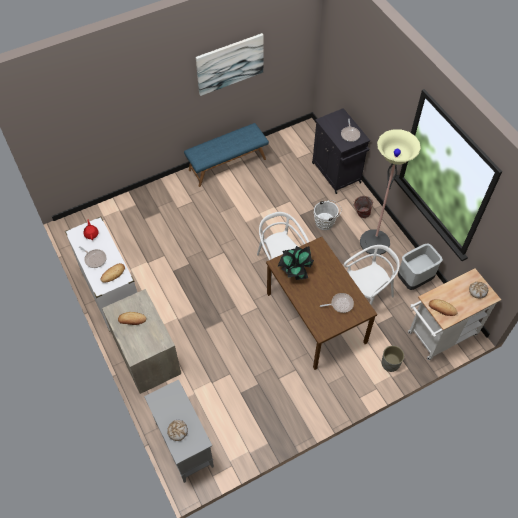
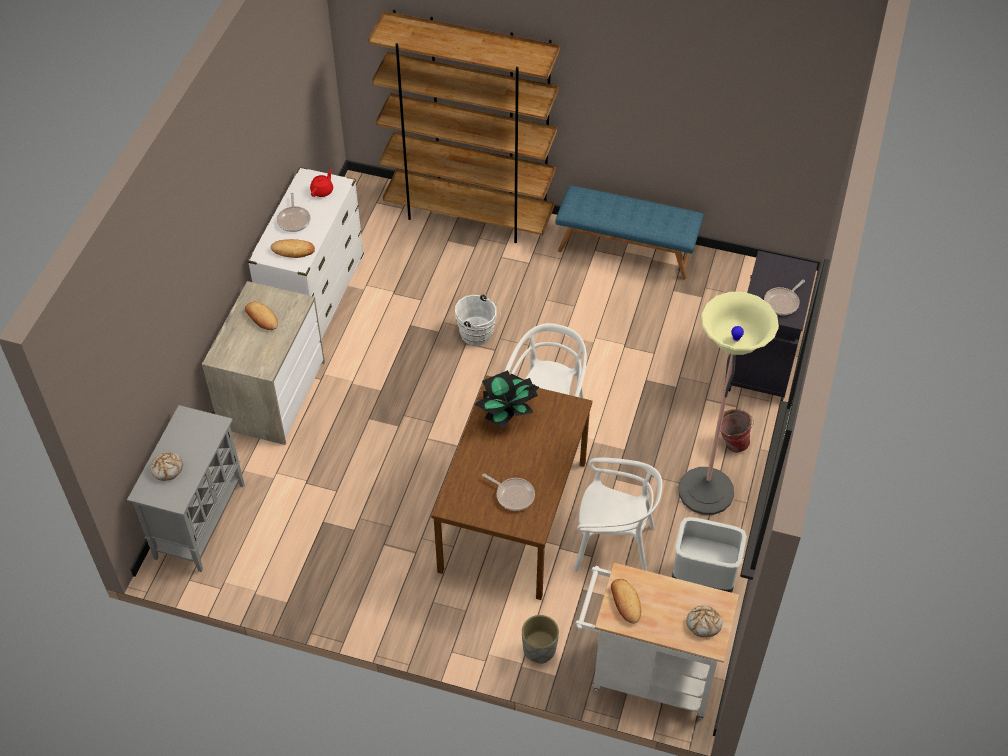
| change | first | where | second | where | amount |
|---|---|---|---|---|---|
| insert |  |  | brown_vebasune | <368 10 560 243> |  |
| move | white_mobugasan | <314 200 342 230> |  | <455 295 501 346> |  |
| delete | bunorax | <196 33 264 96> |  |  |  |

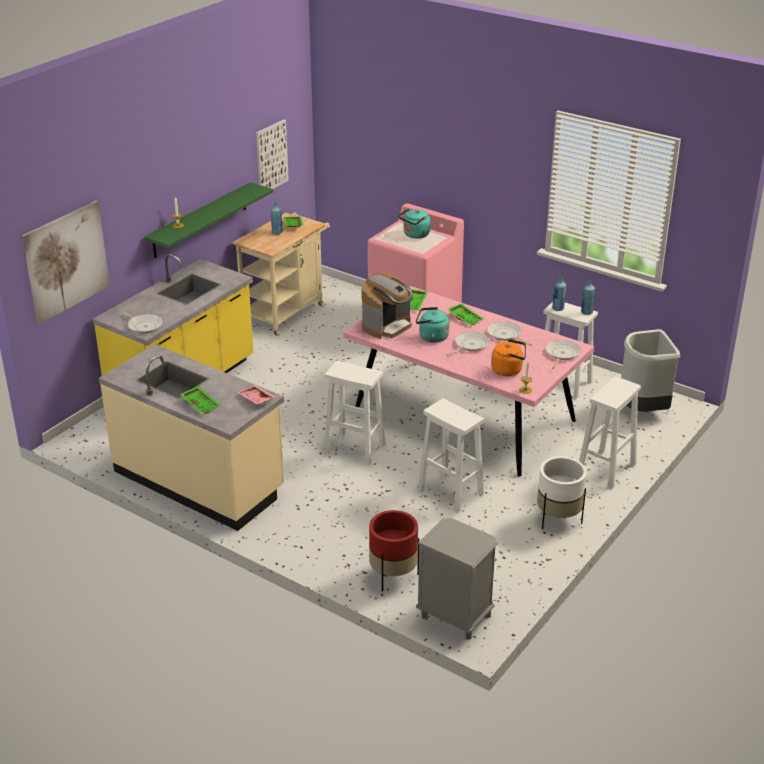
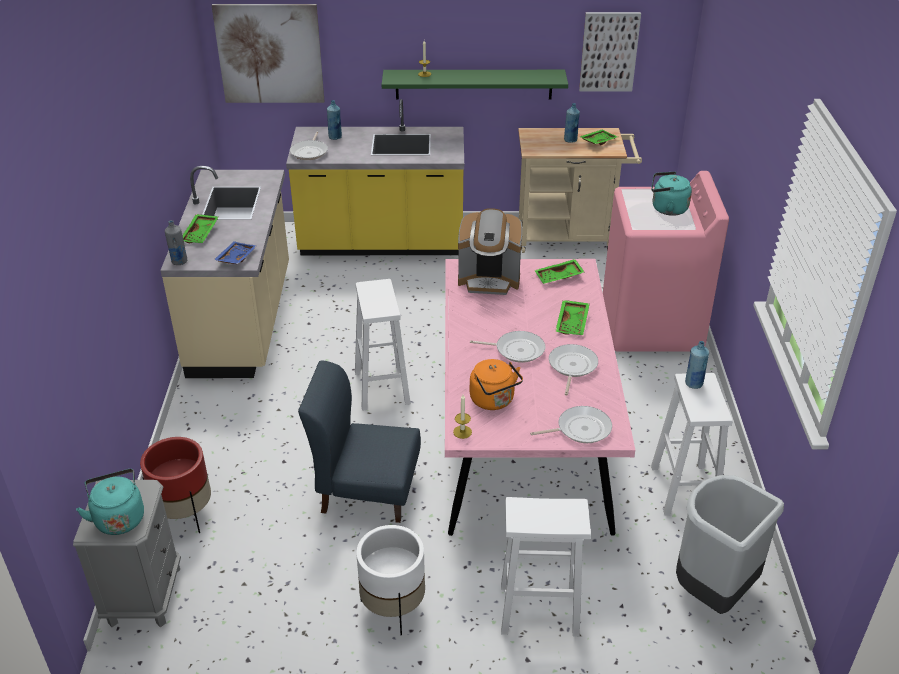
| change | first | where | second | where | amount |
|---|---|---|---|---|---|
| move | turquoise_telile | <416 307 449 343> |  | <76 469 144 535> |  |
| insert |  |  | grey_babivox | <165 220 187 265> |  |
| recolor | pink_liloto | <237 385 276 404> | blue_liloto | <214 241 257 264> |  |
| replace | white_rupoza | <418 398 484 513> | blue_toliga | <298 360 421 523> |  |
| move | blue_babivox | <581 280 595 315> |  | <327 100 342 140> |  |

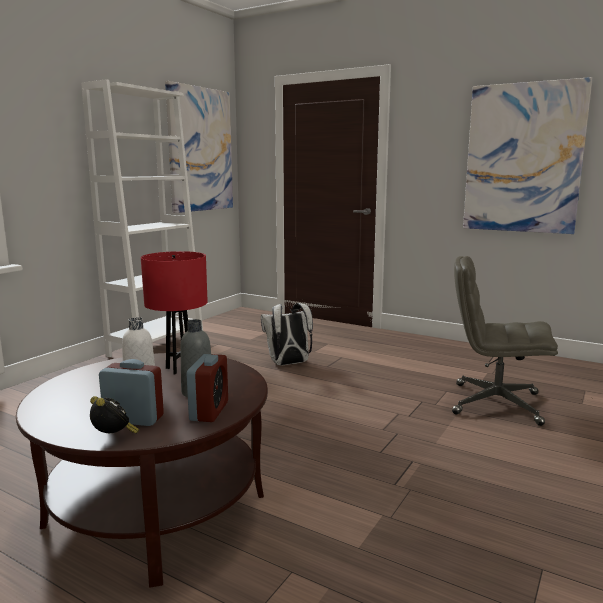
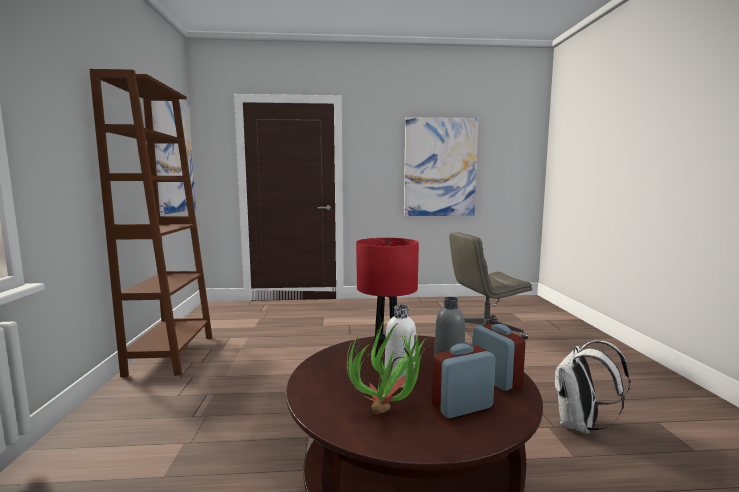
| change | first | where | second | where | amount |
|---|---|---|---|---|---|
| recolor | white_vebasune | <81 79 203 357> | brown_vebasune | <90 69 212 377> |  |
| insert |  |  | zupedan | <347 319 427 414> |  |
| move | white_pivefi | <261 303 313 366> |  | <554 340 631 434> |  |
| delete | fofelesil | <90 396 139 434> |  |  |  |

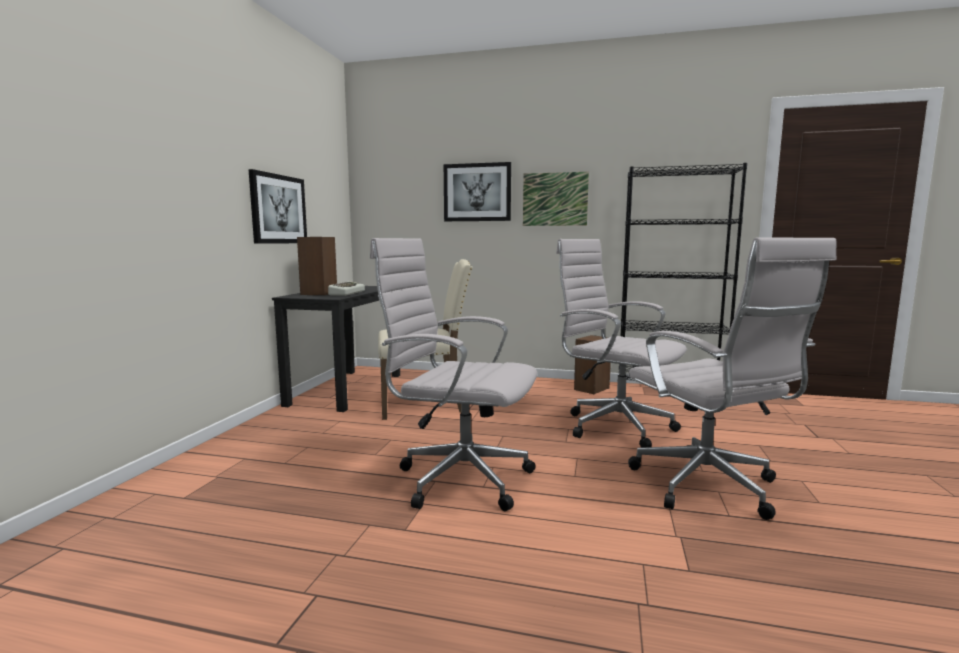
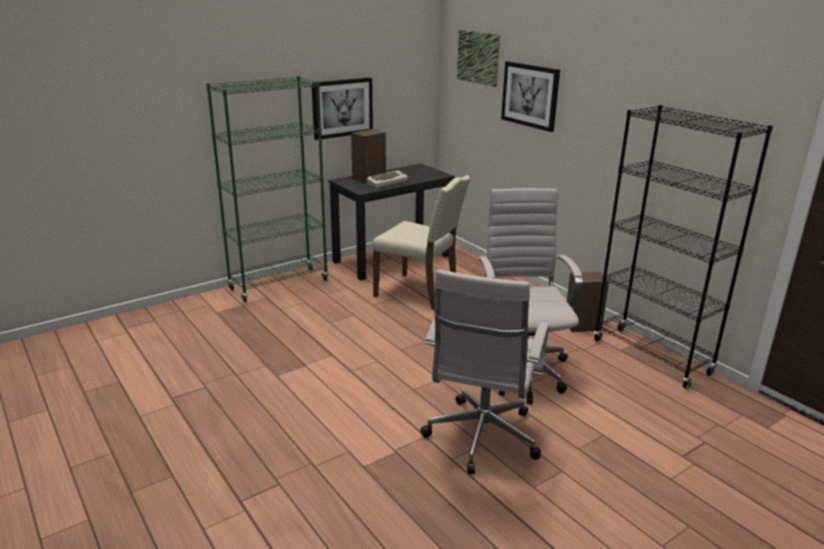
| change | first | where | second | where | amount |
|---|---|---|---|---|---|
| insert |  |  | green_vebasune | <206 76 328 302> |  |
| move | bunorax | <523 172 589 226> |  | <457 30 500 87> |  |
| delete | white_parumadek | <370 238 537 511> |  |  |  |

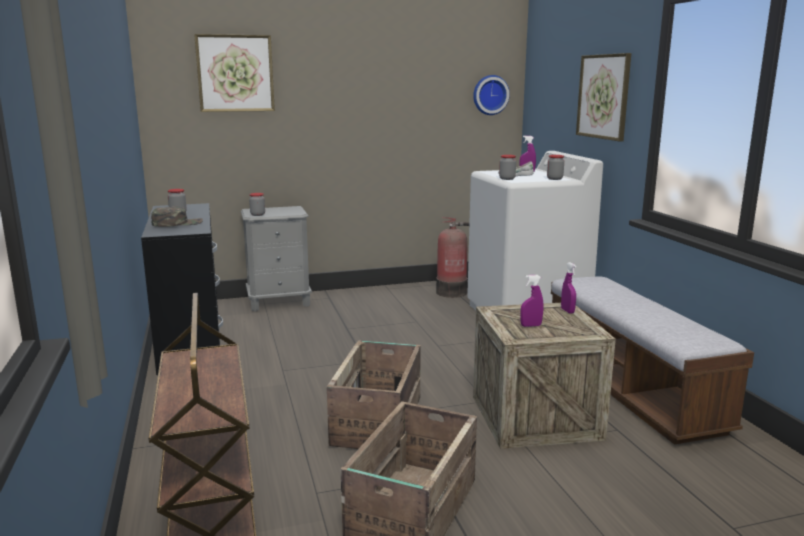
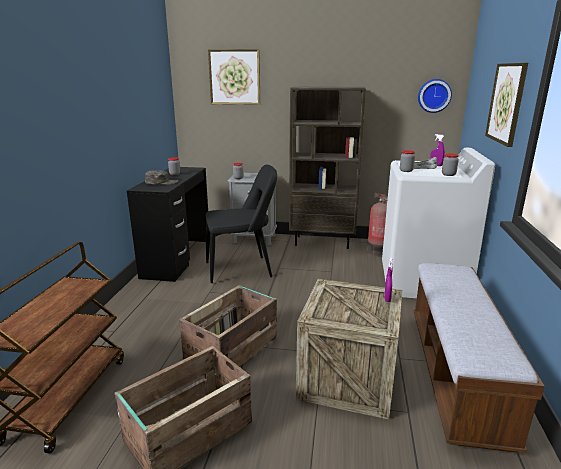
| change | first | where | second | where | amount |
|---|---|---|---|---|---|
| insert |  |  | black_toliga | <206 165 277 283> |  |
| insert |  |  | brown_vebasune | <289 86 366 249> |  |
| delete | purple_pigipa | <520 275 543 327> |  |  |  |

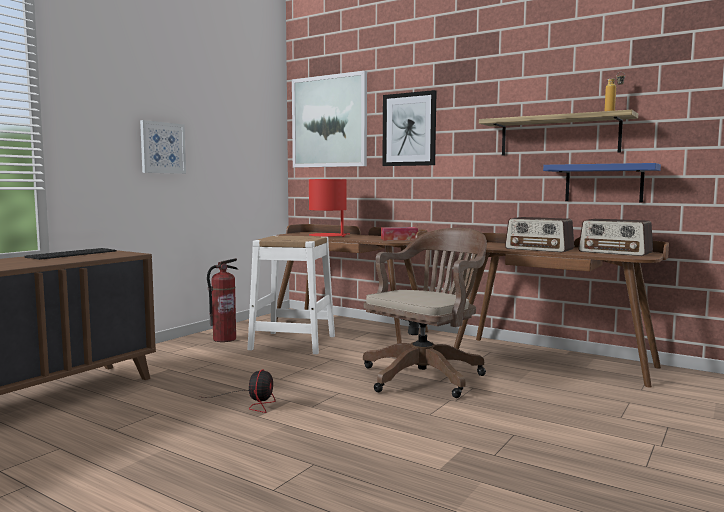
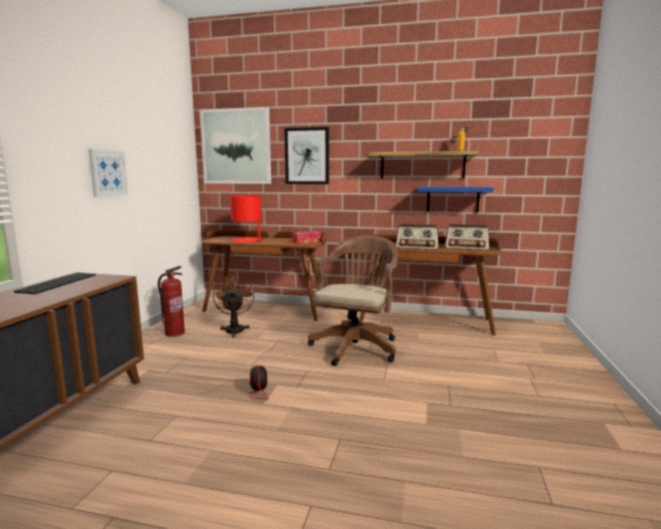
| change | first | where | second | where | amount |
|---|---|---|---|---|---|
| replace | white_rupoza | <247 236 335 354> | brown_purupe | <213 275 254 338> |  |

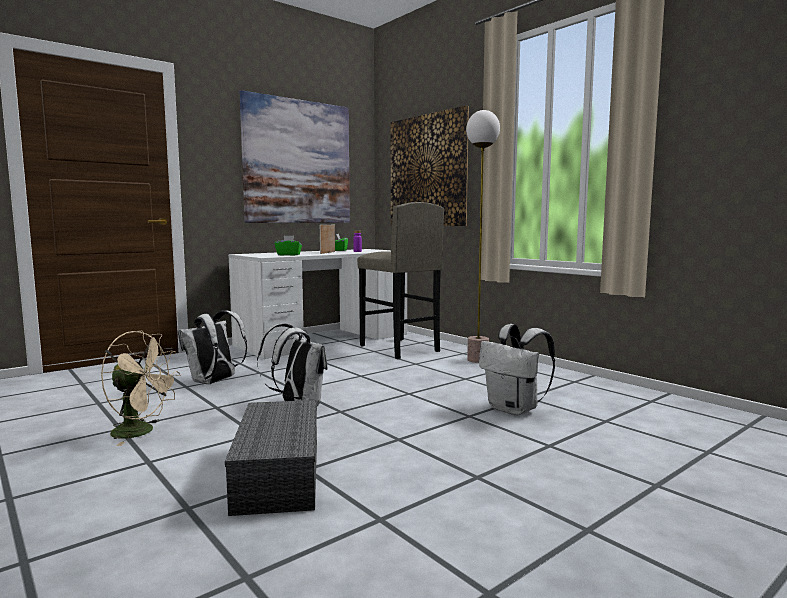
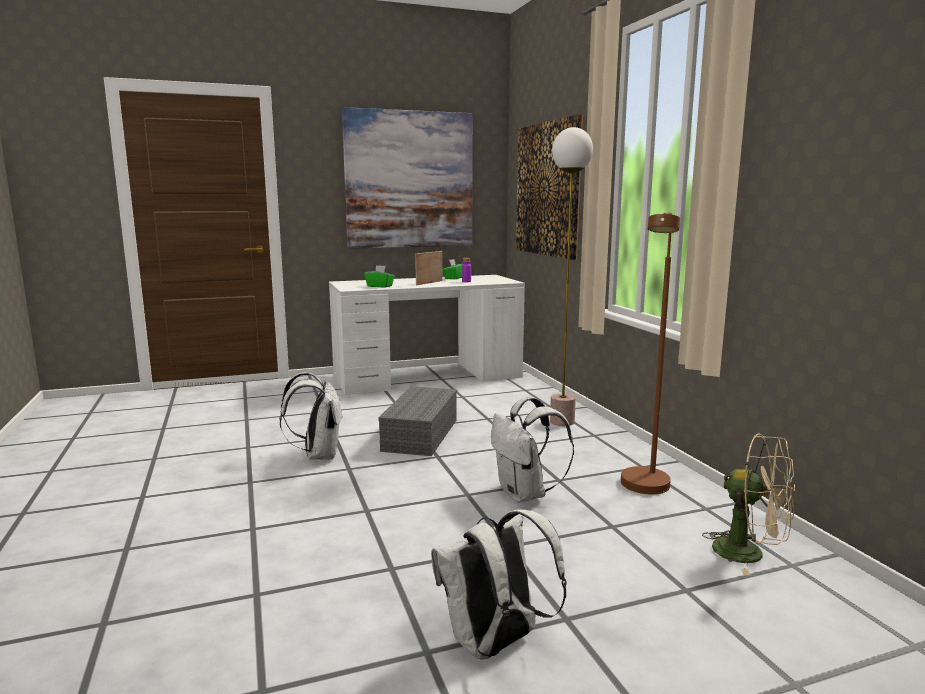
| change | first | where | second | where | amount |
|---|---|---|---|---|---|
| move | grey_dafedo | <225 400 317 516> |  | <378 387 457 456> |  |
| move | white_pivefi | <178 311 247 384> |  | <431 509 567 660> |  |
| insert |  |  | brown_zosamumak | <621 212 680 494> |  |
| move | beige_purupe | <101 330 181 446> |  | <702 433 795 576> |  |
| delete | grey_rupoza | <357 202 444 359> |  |  |  |

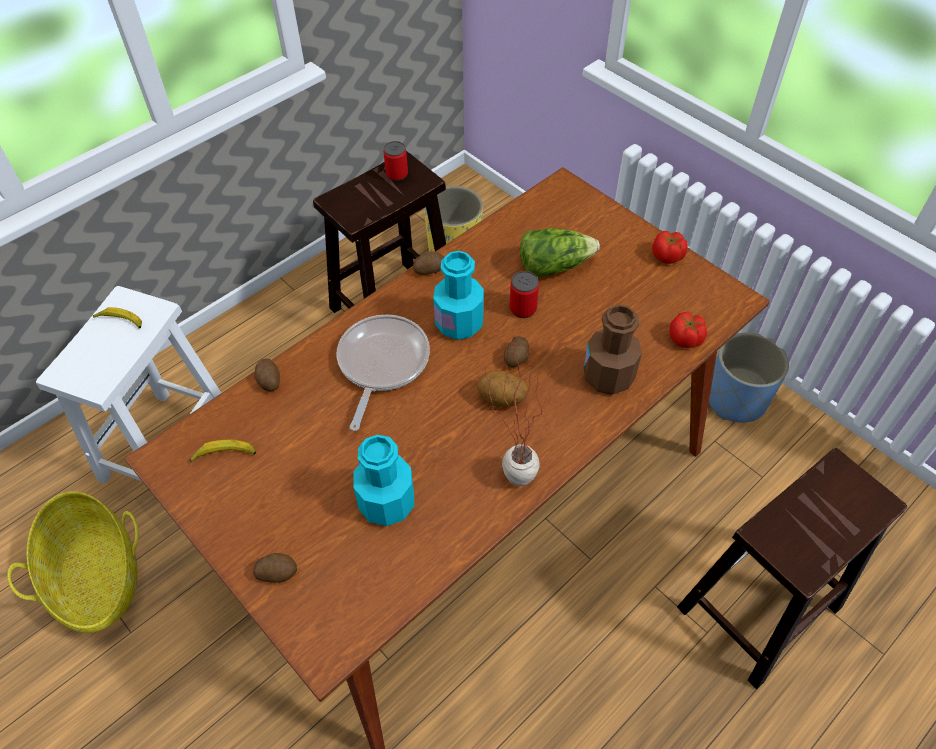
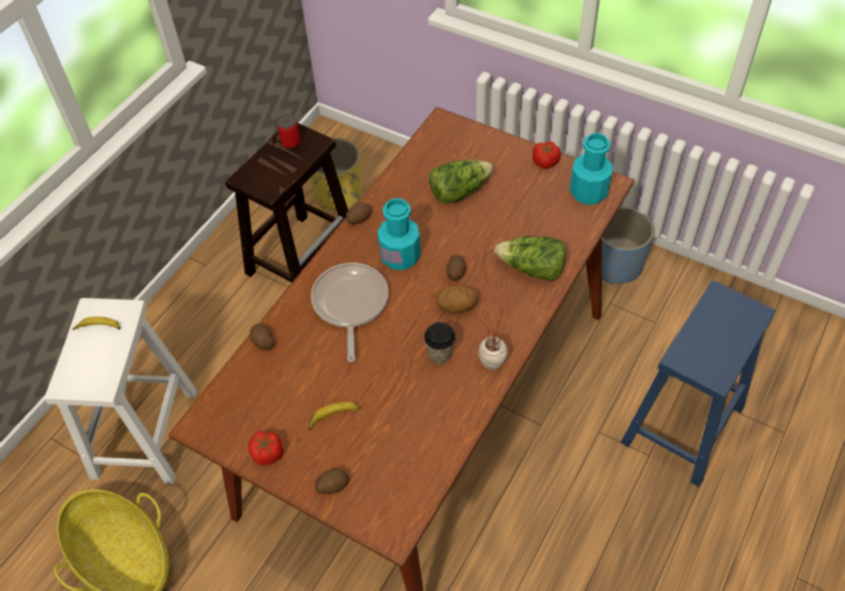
| change | first | where | second | where | amount |
|---|---|---|---|---|---|
| move | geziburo | <670 312 707 348> |  | <248 431 284 465> |  |
| move | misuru | <190 440 256 462> |  | <308 402 360 430> |  |
| insert |  |  | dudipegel | <424 322 455 364> |  |
| replace | brown_babivox | <584 304 642 395> | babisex | <494 236 566 281> |  |
| move | turquoise_babivox | <353 435 414 526> |  | <570 133 613 205> |  |
| recolor | brown_rupoza | <677 448 907 689> | blue_rupoza | <620 281 775 487> |  |
| delete | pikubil | <510 271 539 318> |  |  |  |

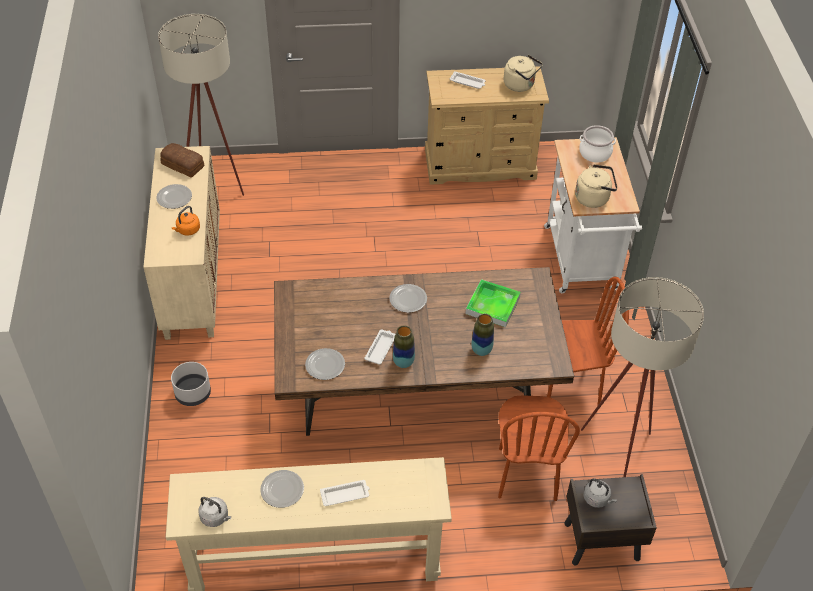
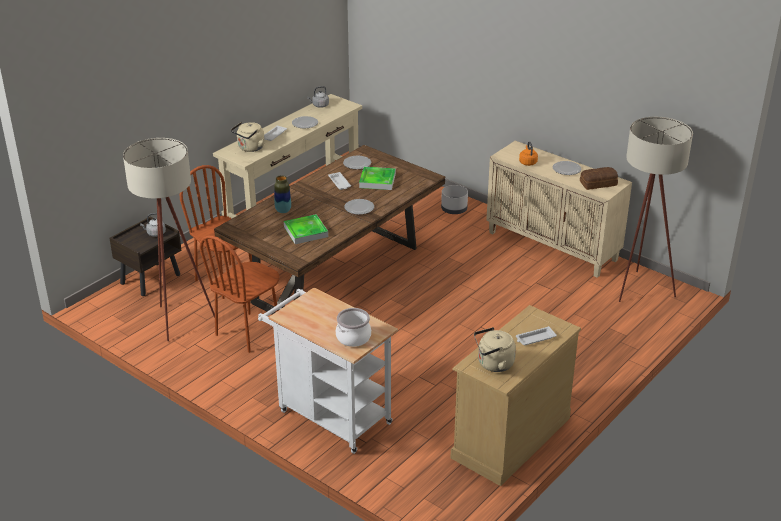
| change | first | where | second | where | amount |
|---|---|---|---|---|---|
| move | beige_telile | <575 164 618 208> |  | <231 122 265 152> |  |
| insert |  |  | liloto | <359 167 396 190> |  |
| delete | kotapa | <393 325 415 368> |  |  |  |

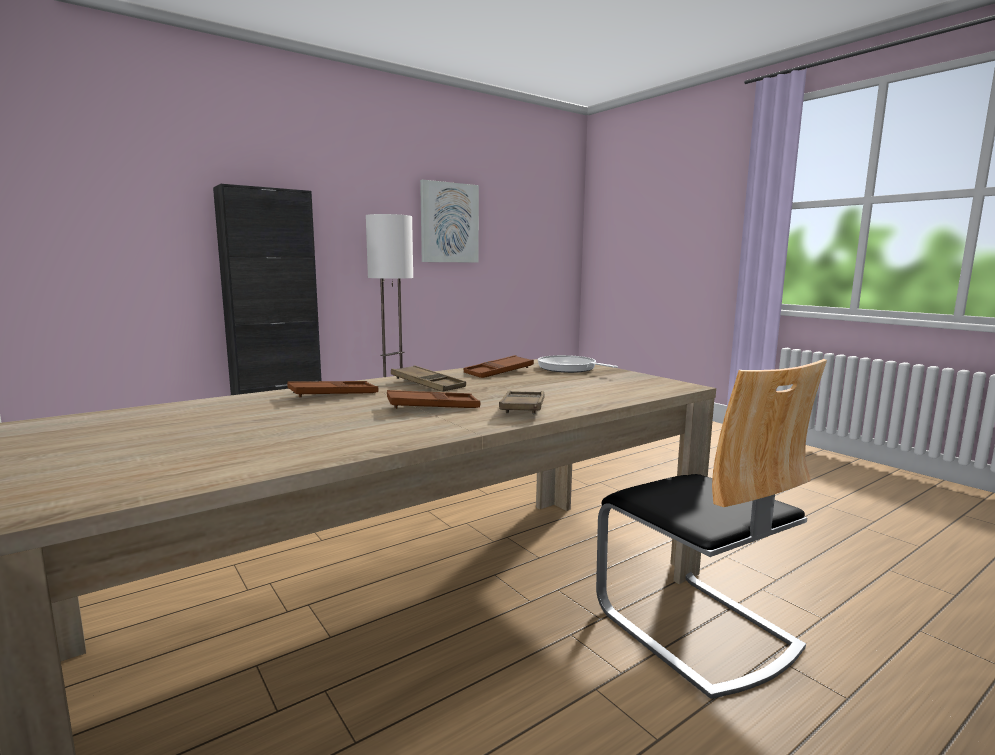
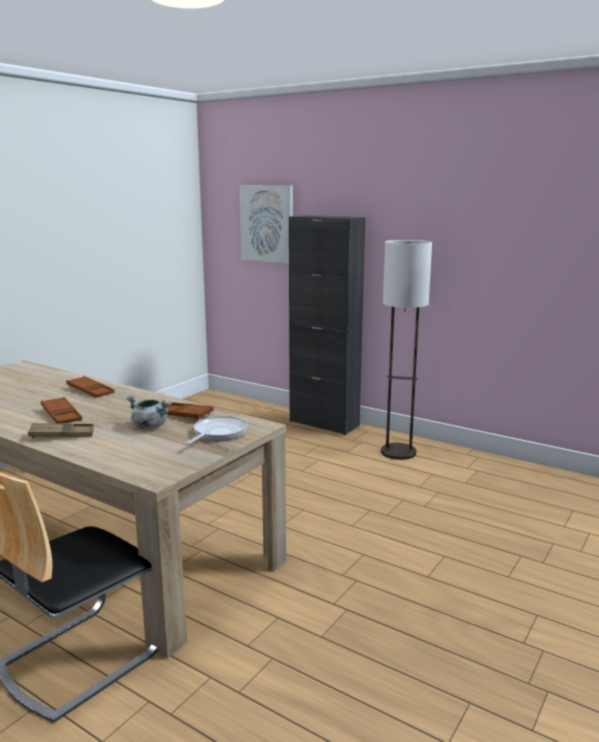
| change | first | where | second | where | amount |
|---|---|---|---|---|---|
| insert |  |  | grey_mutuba | <126 395 170 429> |  |
| move | bunorax | <420 180 479 263> |  | <239 185 293 263> |  |
| delete | brown_liloto | <391 365 466 392> |  |  |  |

